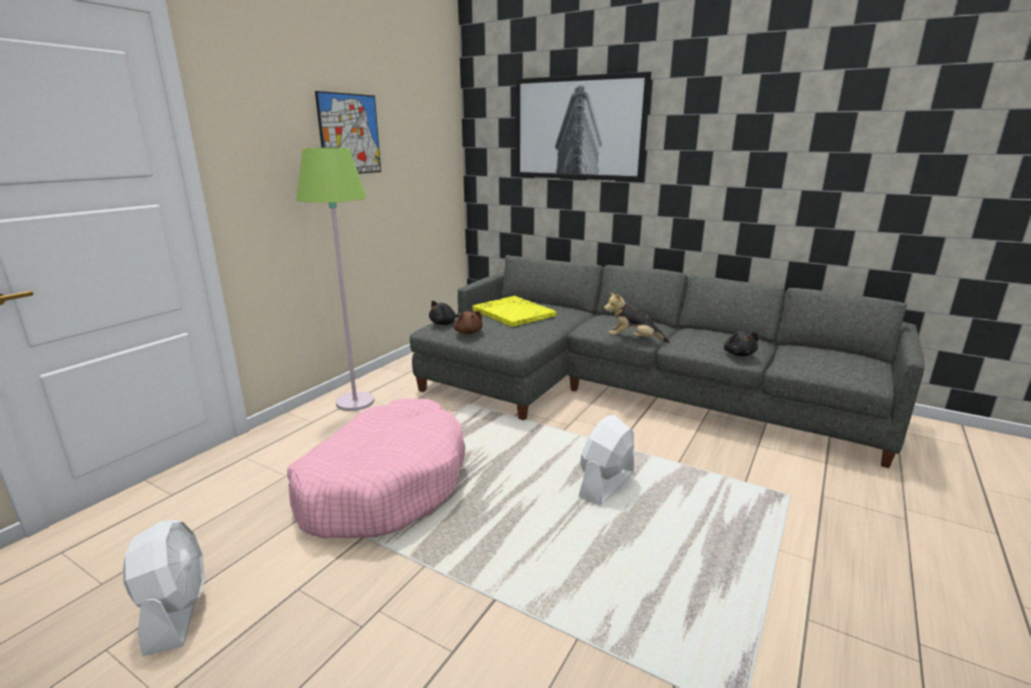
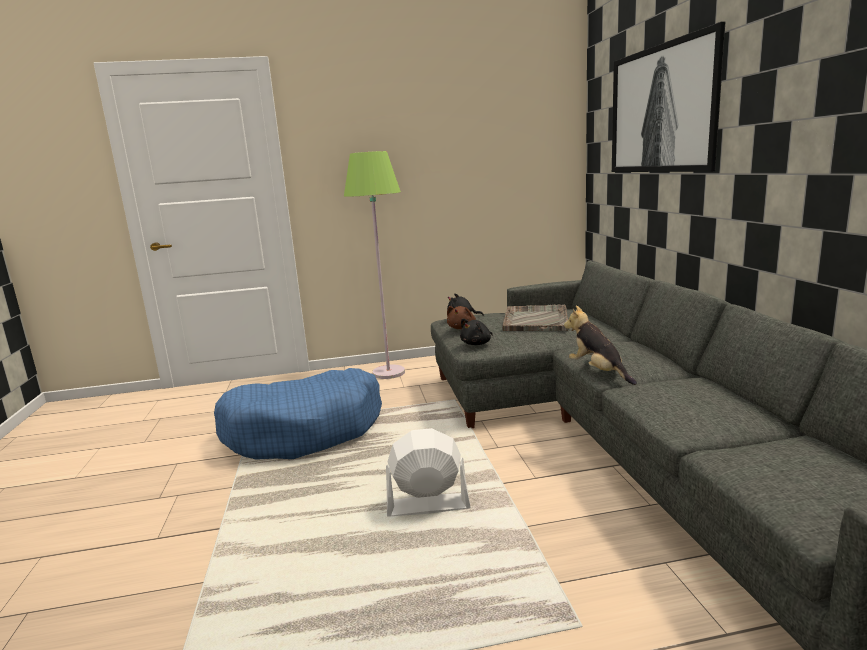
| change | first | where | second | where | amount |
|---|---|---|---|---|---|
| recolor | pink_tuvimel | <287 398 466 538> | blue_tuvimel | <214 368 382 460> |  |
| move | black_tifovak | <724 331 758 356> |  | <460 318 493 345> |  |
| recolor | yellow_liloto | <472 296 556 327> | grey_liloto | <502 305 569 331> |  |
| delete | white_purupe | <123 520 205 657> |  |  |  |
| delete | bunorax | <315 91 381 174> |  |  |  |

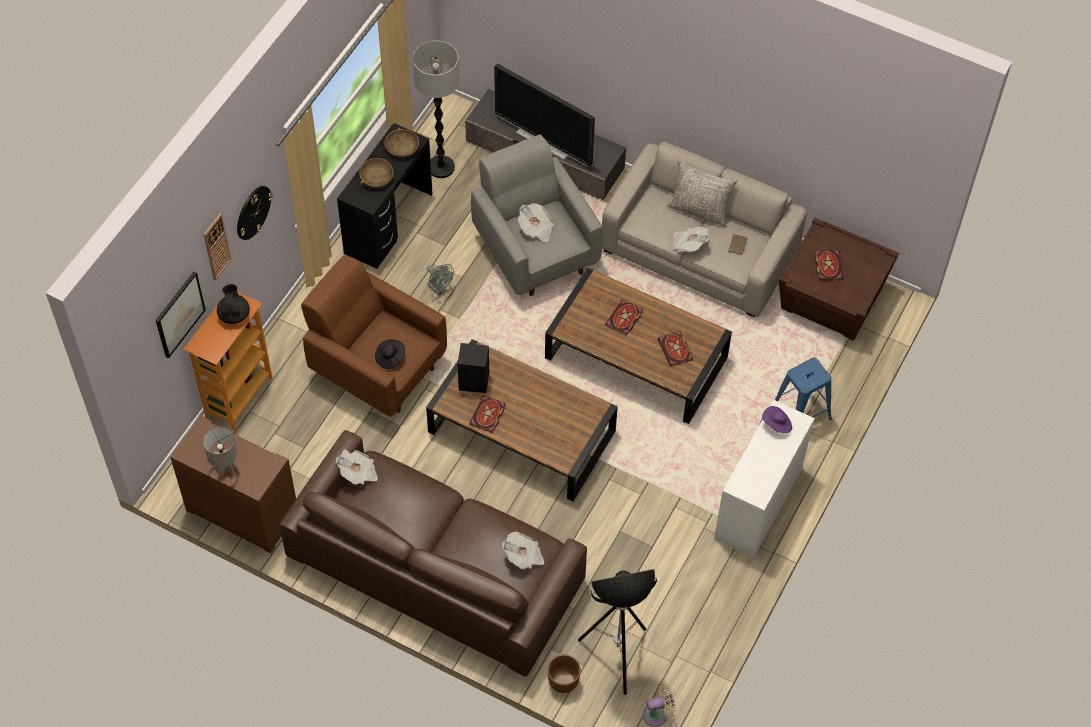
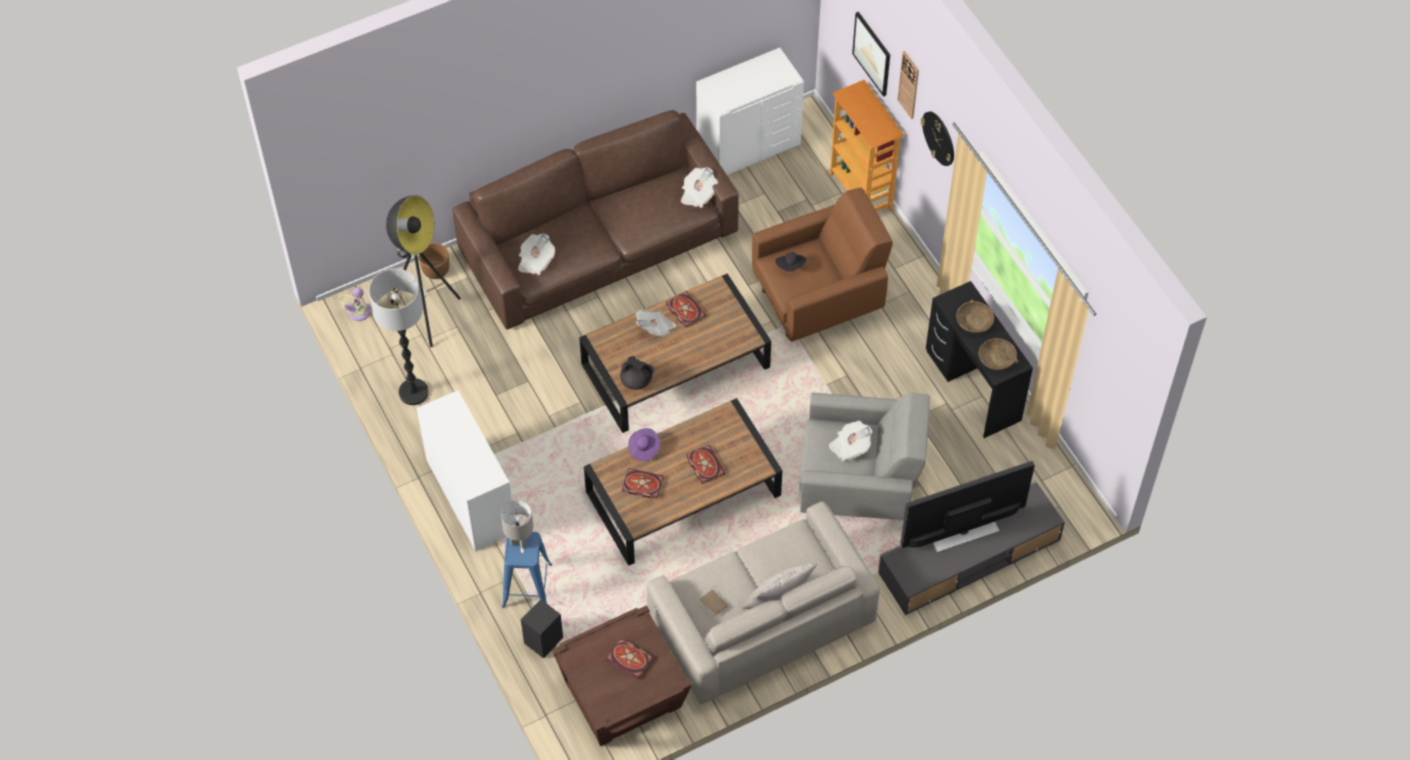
| change | first | where | second | where | amount |
|---|---|---|---|---|---|
| move | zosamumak | <413 41 459 178> |  | <369 269 429 405> |  |
| move | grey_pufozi | <203 428 237 477> |  | <501 500 533 549> |  |
| move | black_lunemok | <458 343 489 393> |  | <521 599 563 659> |  |
| move | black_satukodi | <217 284 250 324> |  | <620 356 654 390> |  |
| move | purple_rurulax | <762 406 792 433> |  | <628 428 660 461> |  |
| move | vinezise | <672 226 709 252> |  | <635 310 676 337> |  |
| recolor | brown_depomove | <170 416 296 554> | white_depomove | <696 48 804 175> |  |
| delete | grey_purupe | <427 264 454 296> |  |  |  |

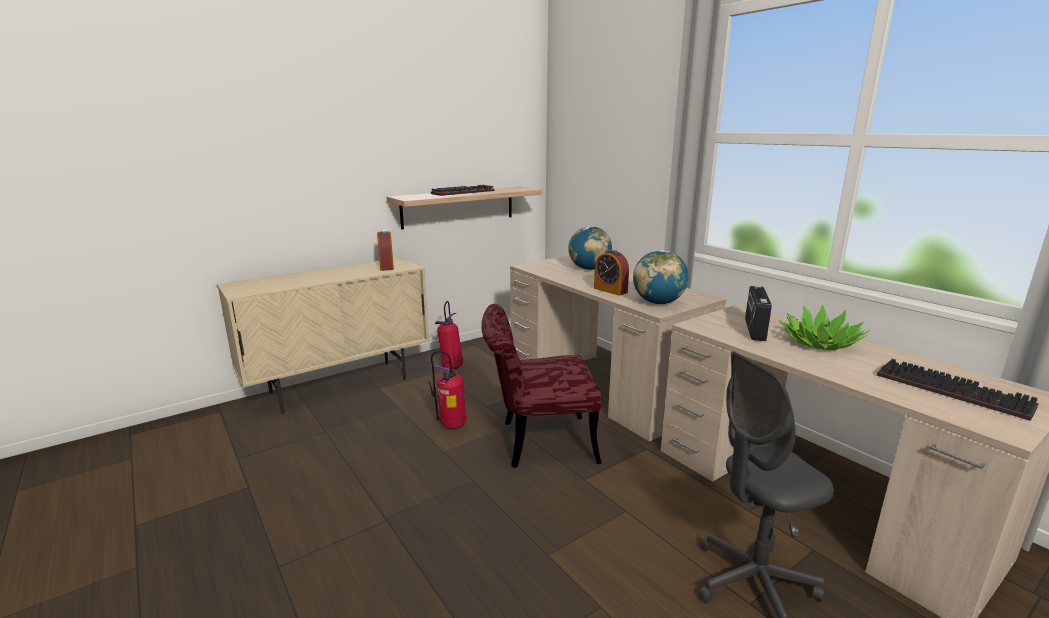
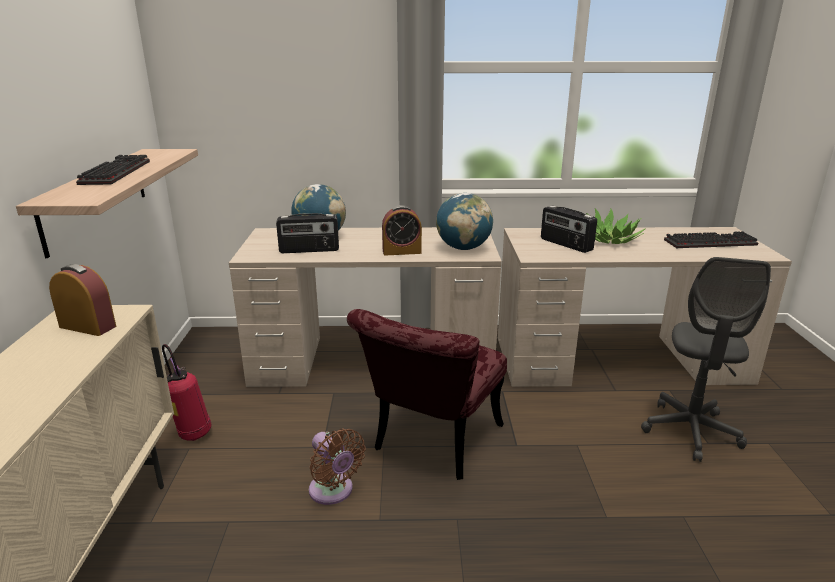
| change | first | where | second | where | amount |
|---|---|---|---|---|---|
| insert |  |  | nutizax | <276 213 339 253> |  |
| replace | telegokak | <428 351 467 429> | brown_purupe | <309 429 366 505> |  |

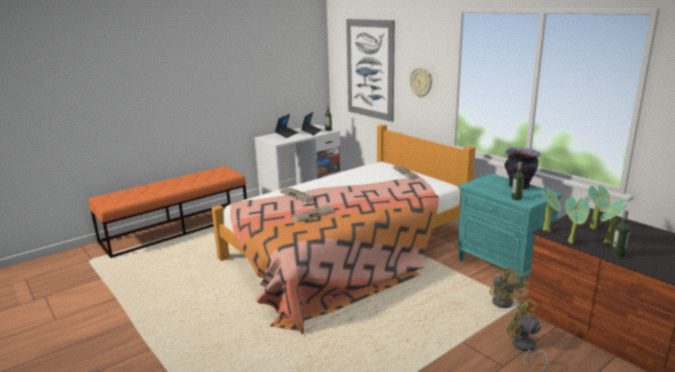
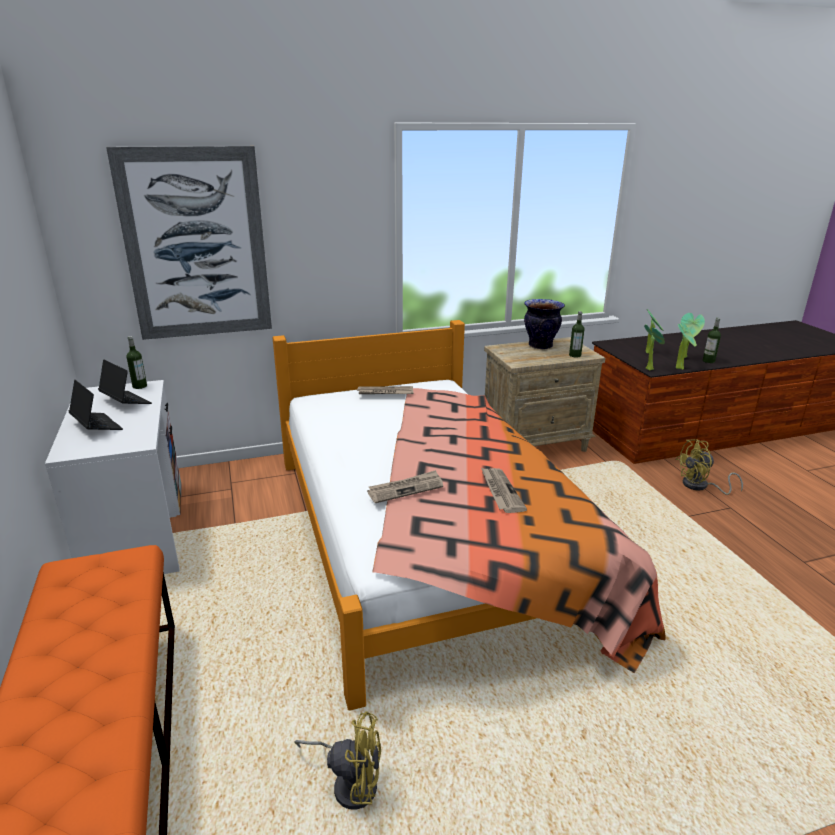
| change | first | where | second | where | amount |
|---|---|---|---|---|---|
| move | yellow_purupe | <490 266 524 308> |  | <294 712 381 810> |  |
| recolor | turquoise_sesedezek | <455 173 562 283> | beige_sesedezek | <484 337 605 452> |  |
| delete | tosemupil | <410 68 432 97> |  |  |  |

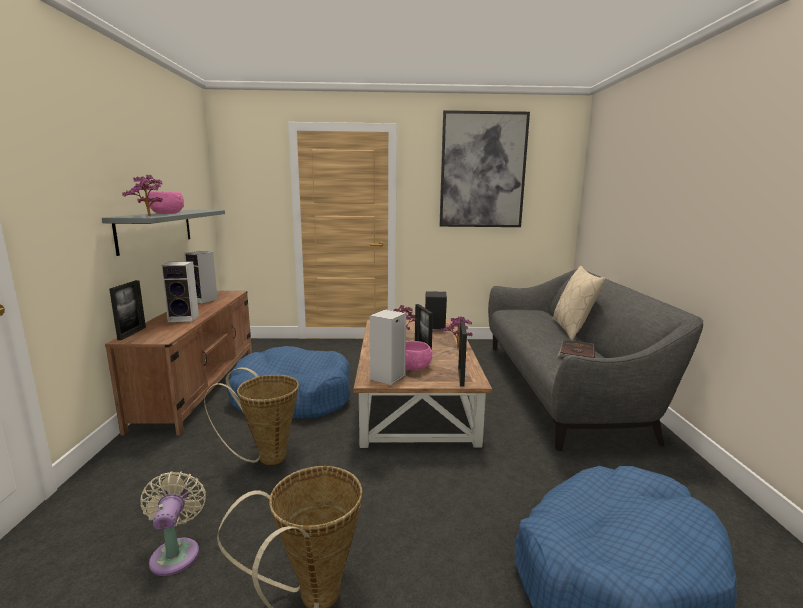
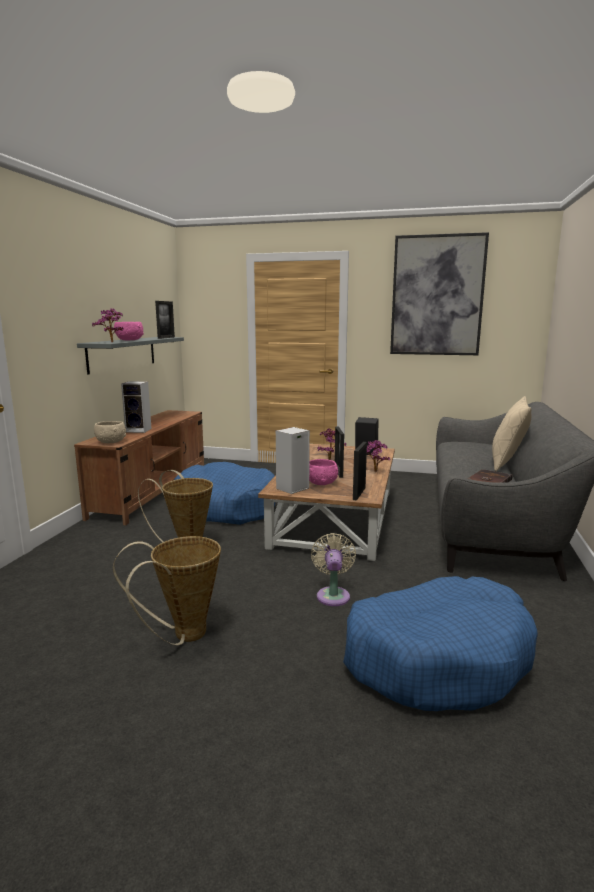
| change | first | where | second | where | amount |
|---|---|---|---|---|---|
| insert |  |  | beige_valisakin | <94 421 126 443> |  |
| move | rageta | <109 280 146 340> |  | <155 301 175 339> |  |
| move | beige_purupe | <140 471 206 576> |  | <311 533 356 606> |  |
| delete | lunemok | <183 251 218 304> |  |  |  |

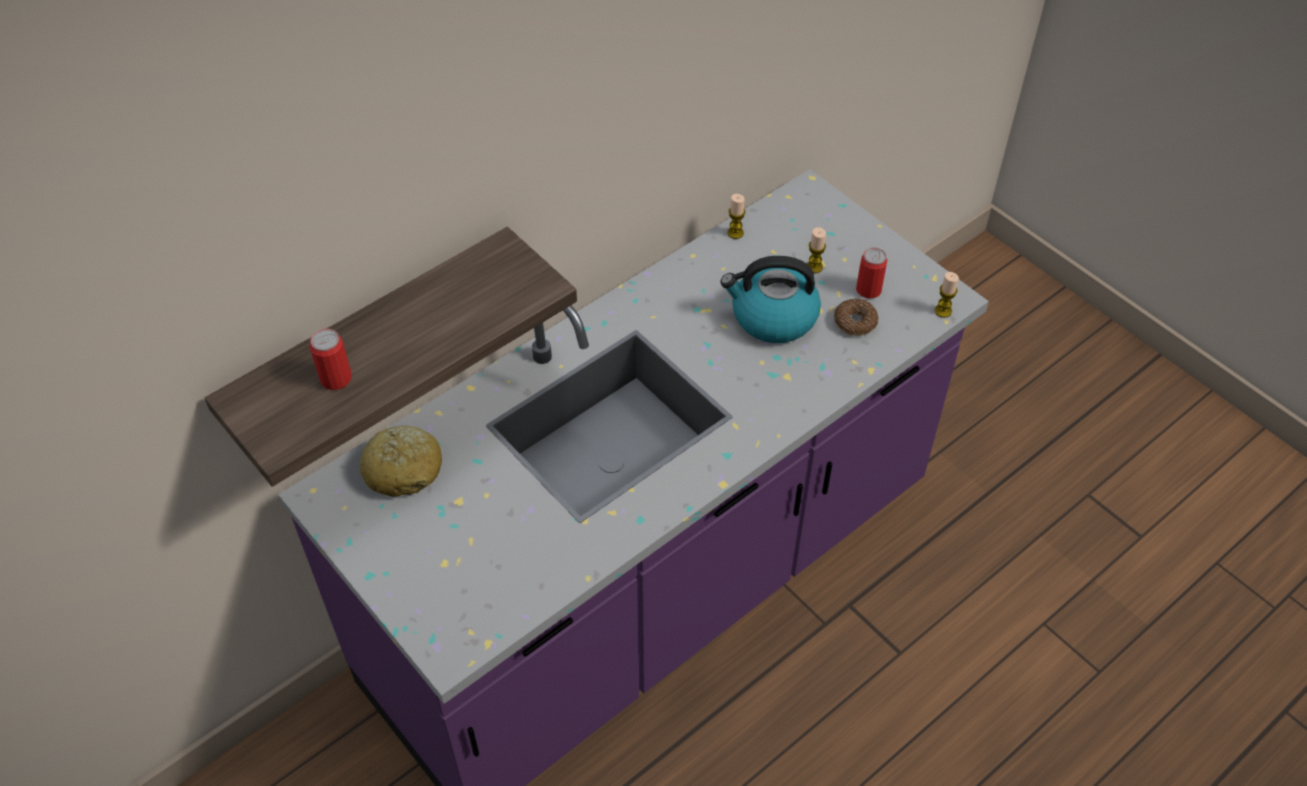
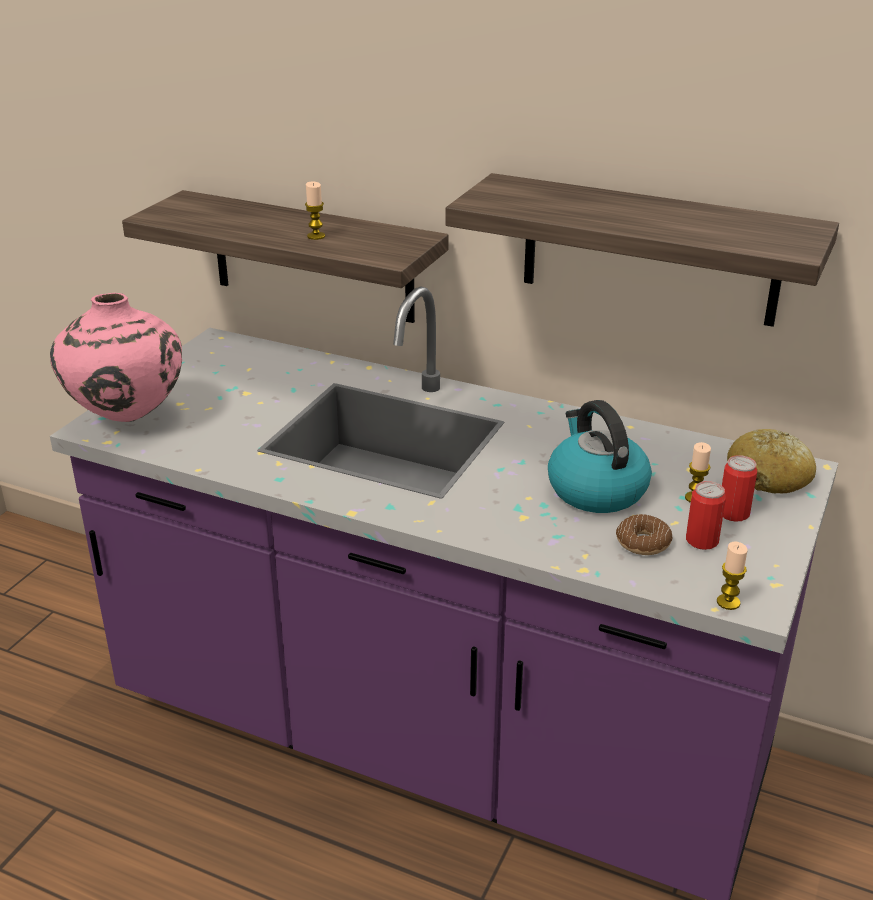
| change | first | where | second | where | amount |
|---|---|---|---|---|---|
| insert |  |  | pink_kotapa | <50 293 182 422> |  |
| move | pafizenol | <727 194 745 239> |  | <305 181 325 240> |  |
| insert |  |  | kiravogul | <446 173 839 327> |  |
| move | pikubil | <310 329 352 390> |  | <722 455 757 522> |  |
| move | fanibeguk | <360 426 442 497> |  | <727 429 816 494> |  |

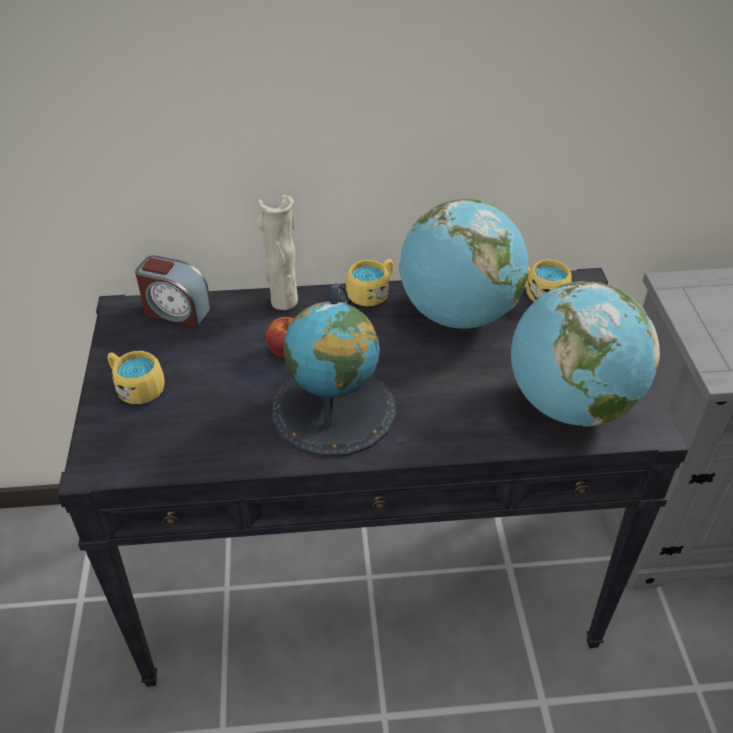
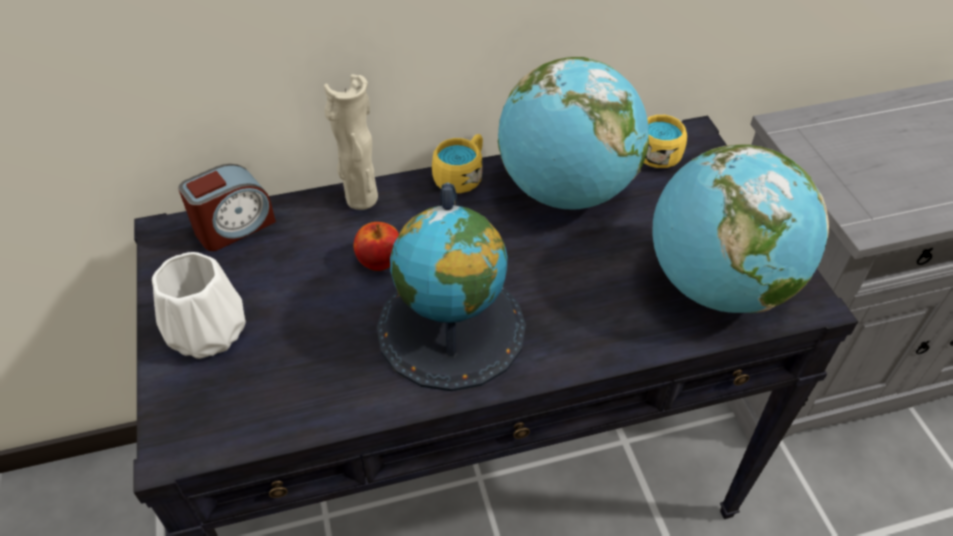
| change | first | where | second | where | amount |
|---|---|---|---|---|---|
| replace | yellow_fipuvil | <107 351 165 404> | white_kotapa | <152 252 246 359> |  |
| rotate | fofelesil | <135 255 211 327> |  | <178 164 276 251> | 45 degrees counterclockwise |

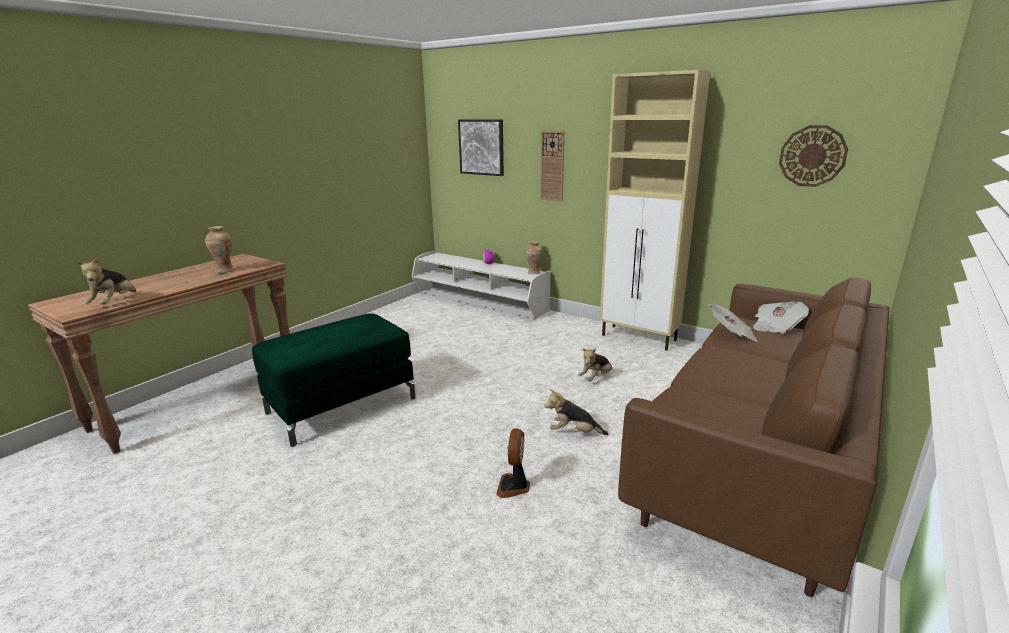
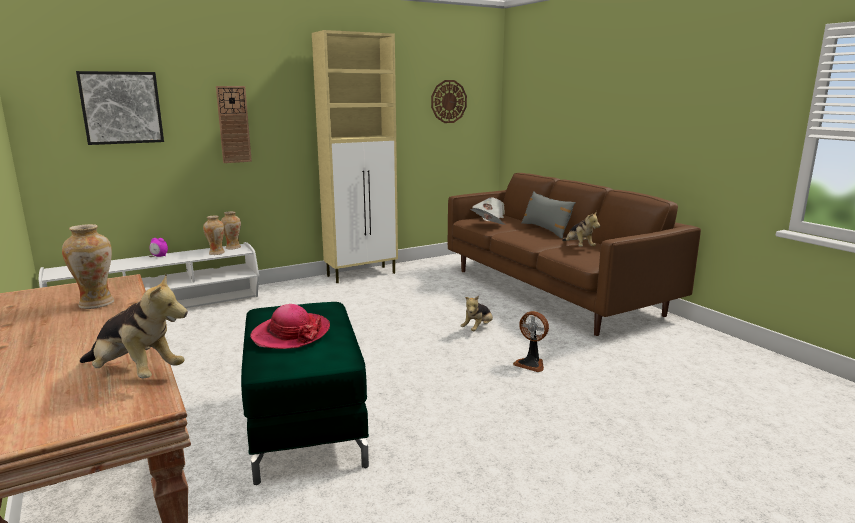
| change | first | where | second | where | amount |
|---|---|---|---|---|---|
| insert |  |  | kotapa | <203 216 225 255> |  |
| insert |  |  | rurulax | <250 304 330 349> |  |
| insert |  |  | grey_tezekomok | <521 191 576 239> |  |
| move | tifovak | <578 348 612 382> |  | <562 211 600 247> |  |

